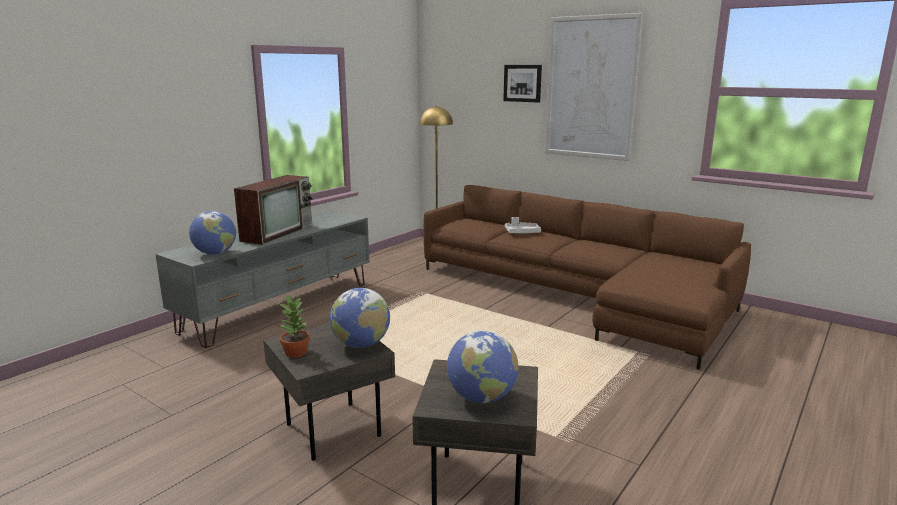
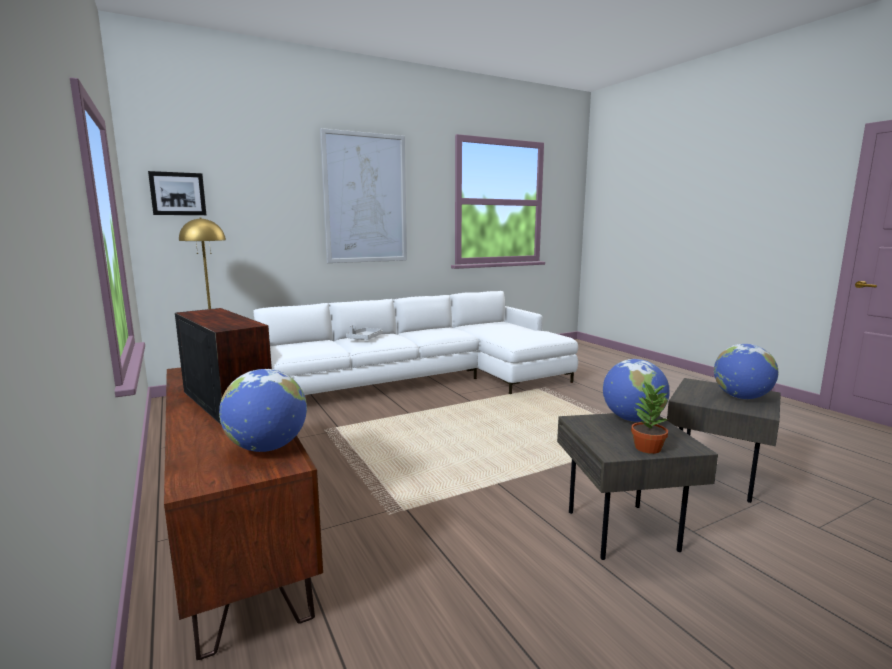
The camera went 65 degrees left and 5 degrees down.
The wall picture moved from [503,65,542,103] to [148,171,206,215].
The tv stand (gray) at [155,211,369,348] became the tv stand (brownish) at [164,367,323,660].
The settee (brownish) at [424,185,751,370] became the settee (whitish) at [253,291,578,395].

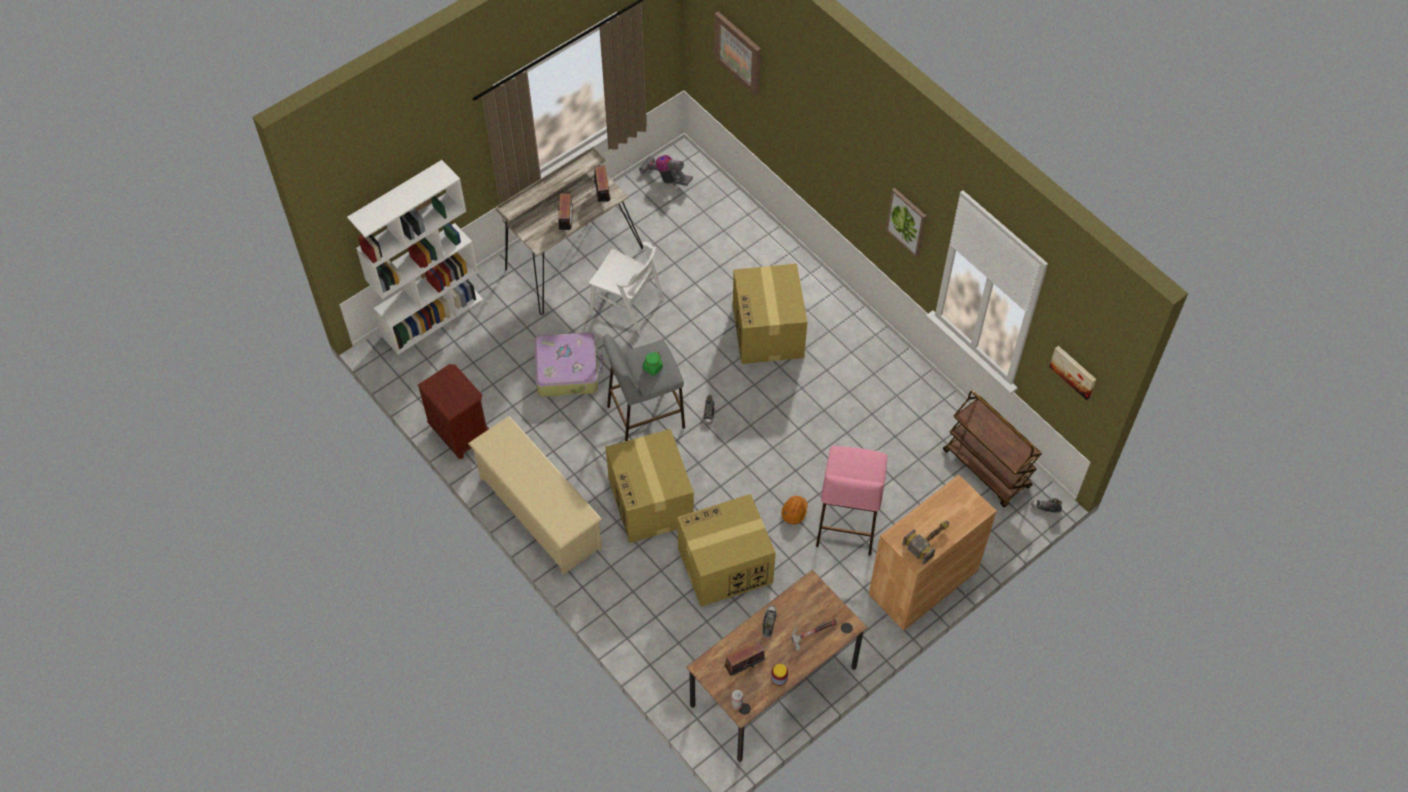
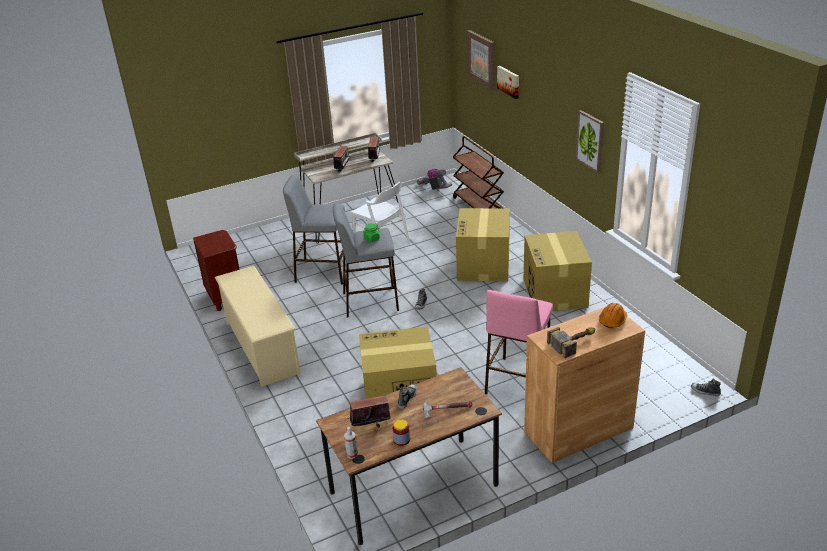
The camera went 15 degrees right and 25 degrees down.
The travel case at [534,332,603,397] was replaced by the stool (gray) at [283,174,345,285].
The cart (brownish) moved from [943,391,1042,507] to [453,136,504,209].
The wall picture moved from [1049,346,1096,400] to [497,66,519,99].
The cardboard box moved from [606,429,694,543] to [524,231,592,311].
The work helmet (orangey) moved from [781,496,808,525] to [599,303,627,328].
The shelving unit (whitish) at [347,160,483,355] disappeared.

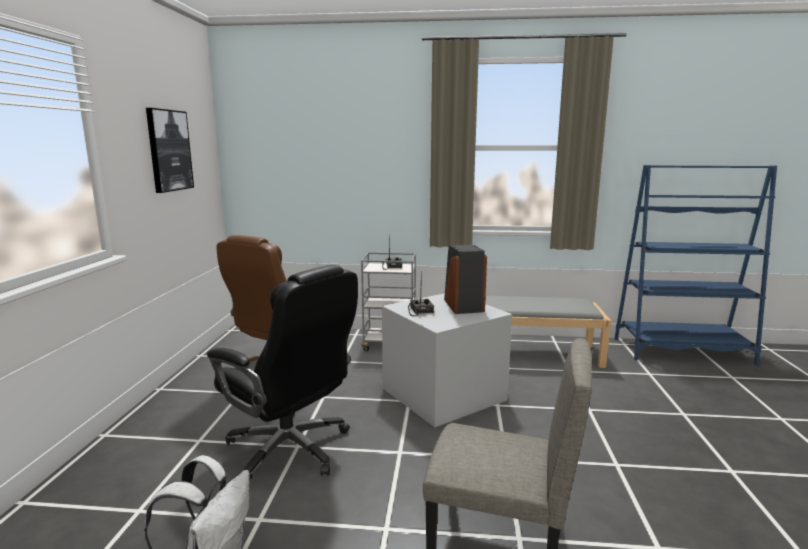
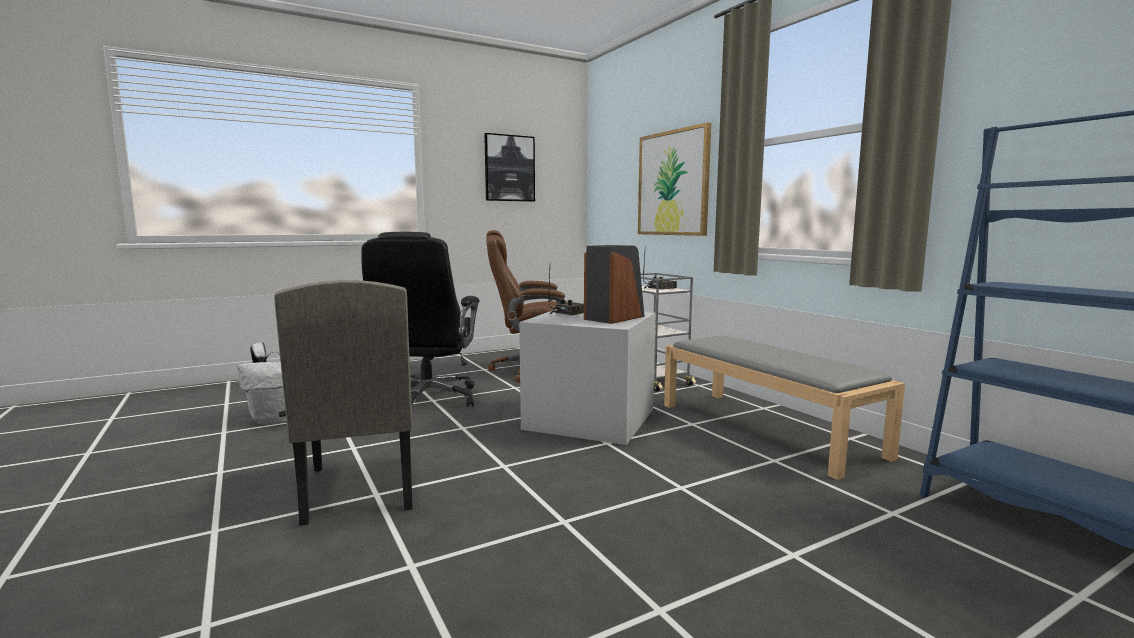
The camera went 55 degrees right and 5 degrees down.
The wall picture at [638,122,711,236] appeared.

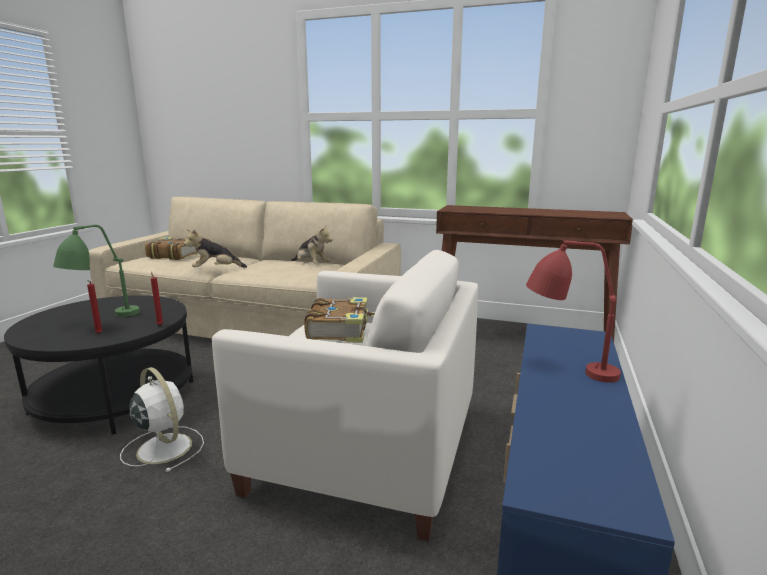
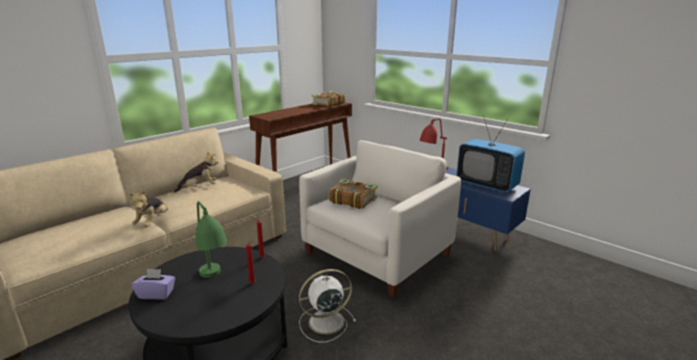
The camera went 65 degrees left and 5 degrees up.
The tissue box (purple-coloured) at [131,269,175,300] appeared.
The book moved from [145,237,198,260] to [312,91,345,107].
The television at [456,115,525,192] appeared.

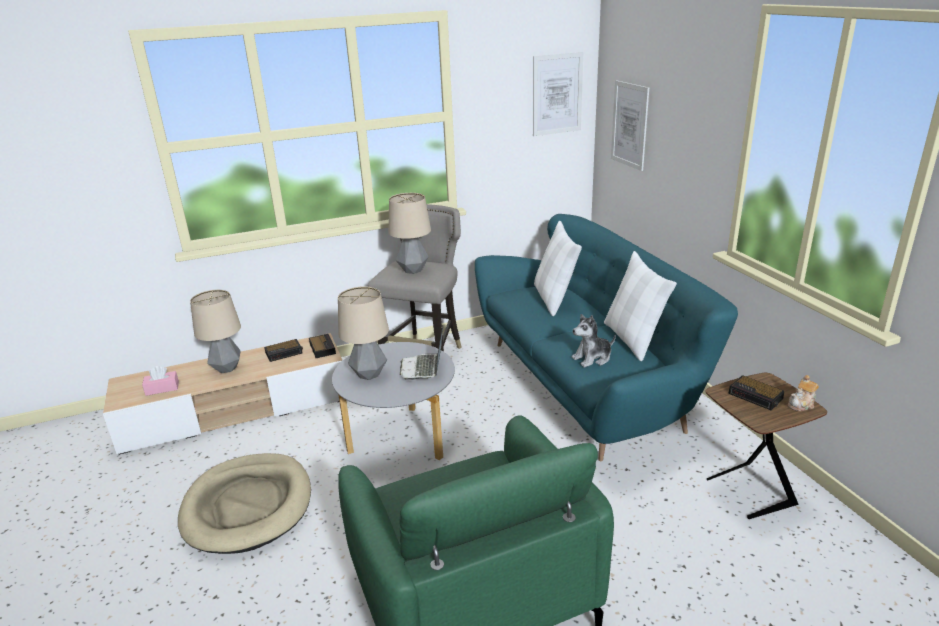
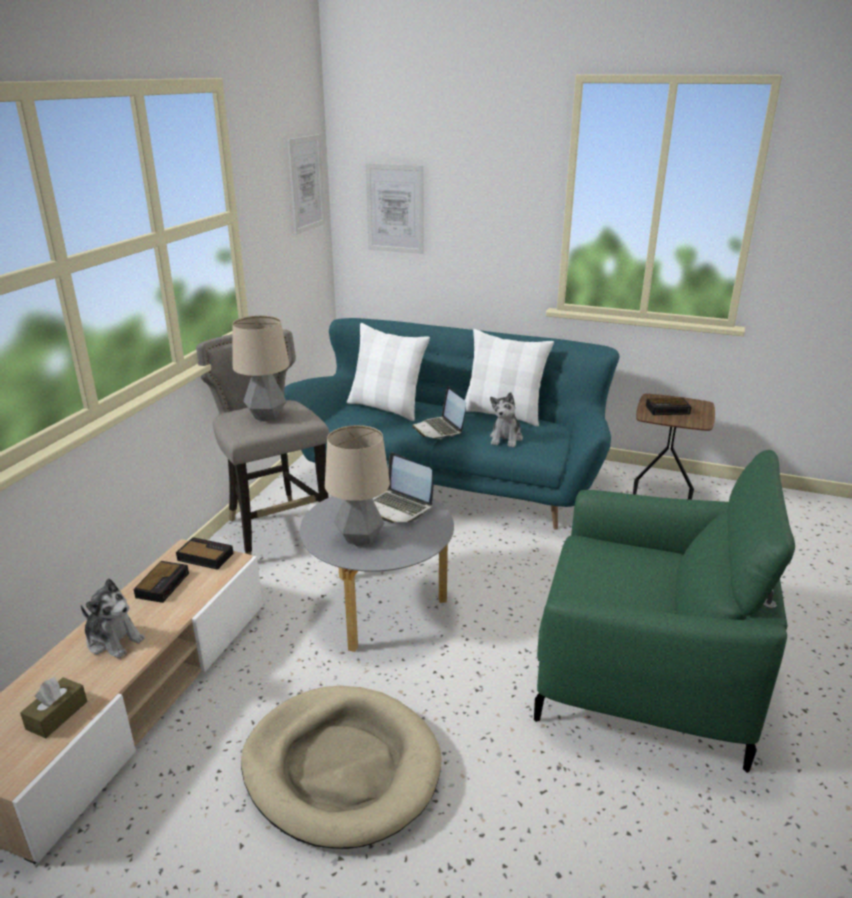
The camera went 50 degrees left and 0 degrees up.
The tissue box (pinkish) at [142,366,179,396] became the tissue box (brownish) at [20,677,87,738].
The tabletop lamp at [190,290,241,373] was replaced by the soft toy at [80,578,145,659].
The notebook computer at [412,386,466,439] appeared.
The teapot at [788,375,819,411] disappeared.

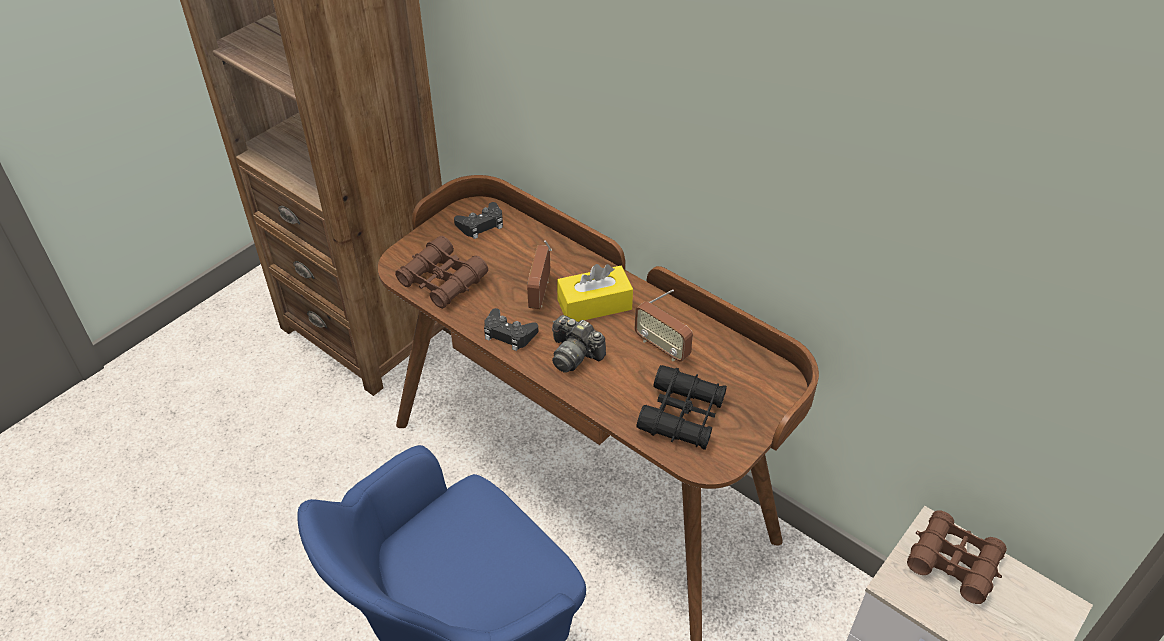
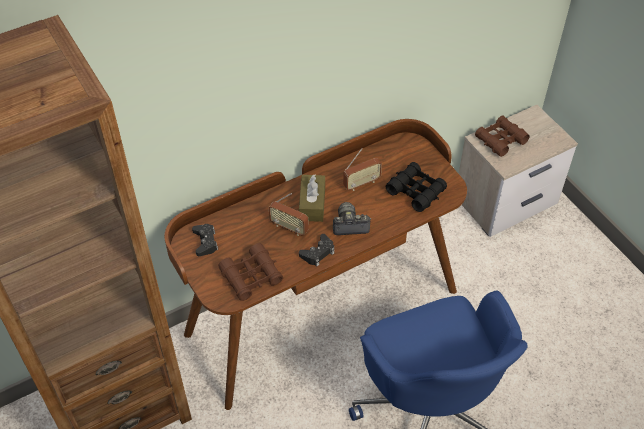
The camera went 70 degrees left and 5 degrees up.
The tissue box (yellow-coloured) at [557,264,633,322] became the tissue box (brownish) at [299,174,325,222].
The photo camera at [552,315,606,373] turned 150 degrees counterclockwise.

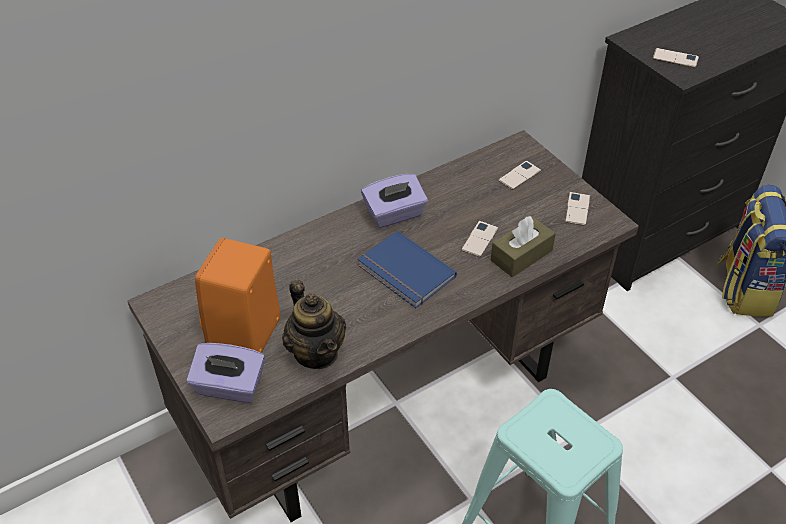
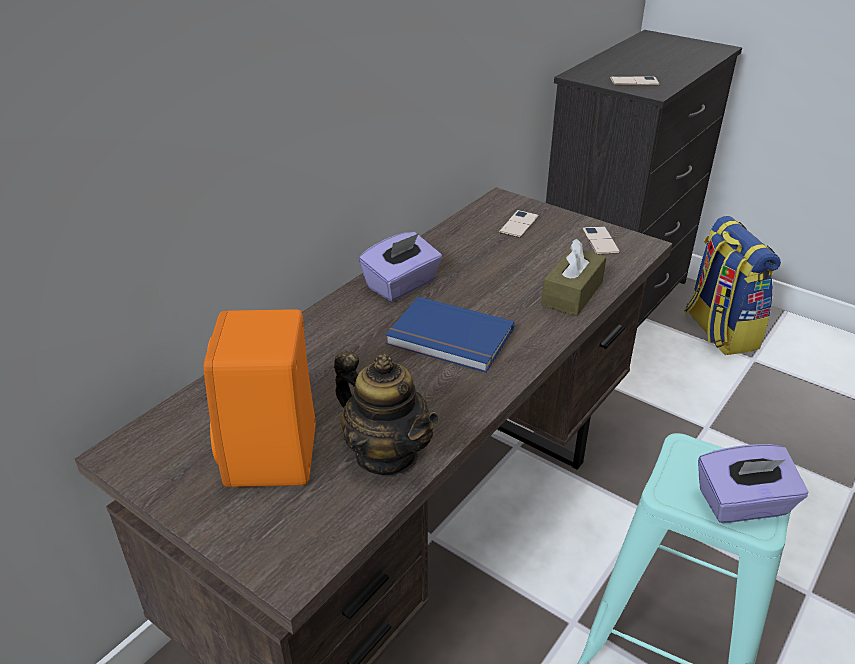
The camera went 20 degrees left and 10 degrees down.
The tissue box (purple-coloured) moved from [187,343,265,403] to [698,444,808,523].
The telephone at [461,221,498,257] disappeared.

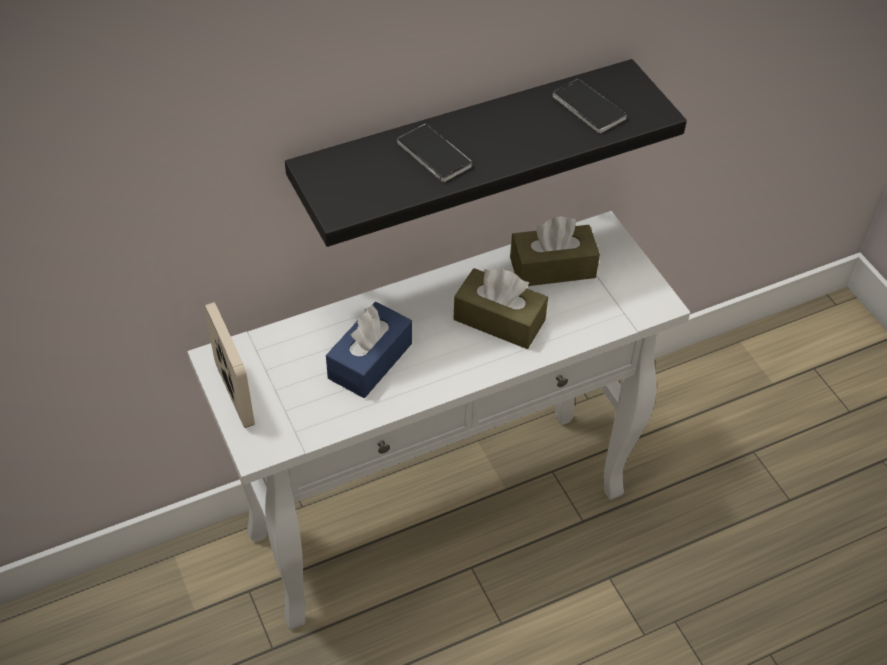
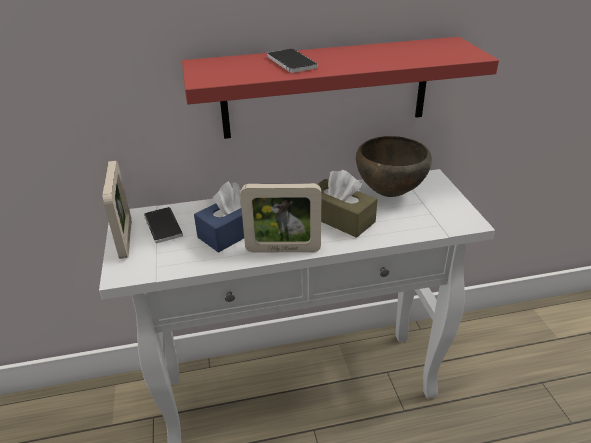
The camera went 15 degrees right and 15 degrees down.
The telephone moved from [553,79,627,133] to [144,207,183,243].
The shelf (black) at [285,59,687,247] became the shelf (red) at [182,37,499,139].
The standing frame at [240,183,321,253] appeared.
The tissue box (brownish) at [510,216,600,286] was replaced by the deep dish (brownish) at [356,136,432,197].

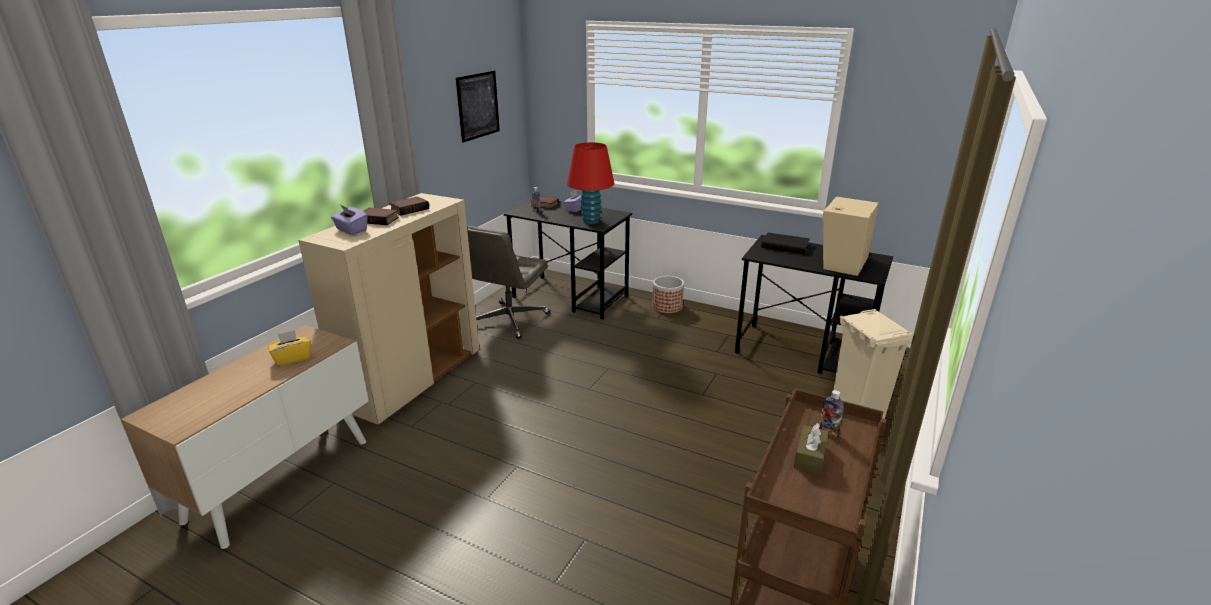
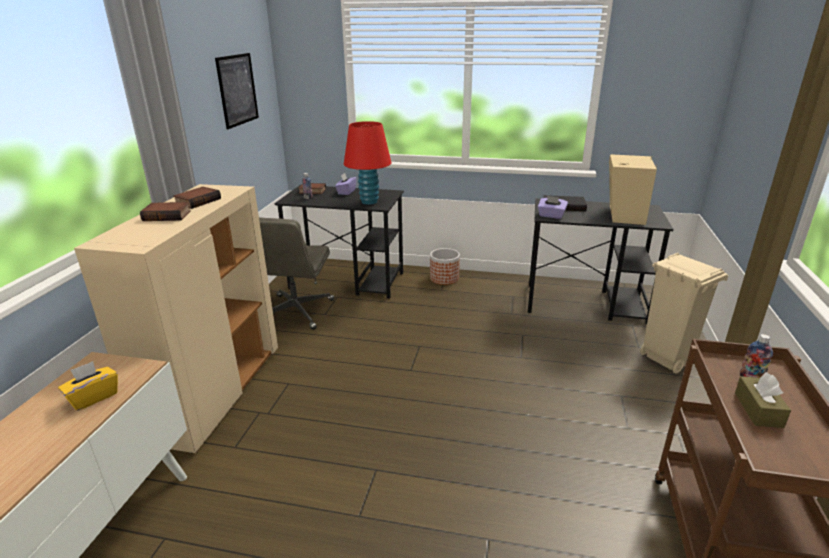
The camera went 15 degrees left and 0 degrees up.
The tissue box (purple-coloured) moved from [331,205,367,235] to [538,196,568,219].

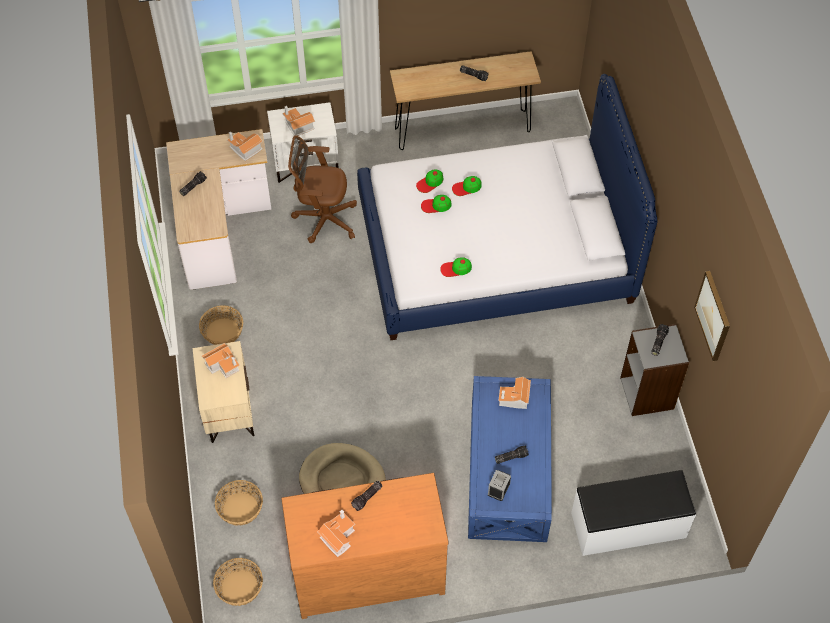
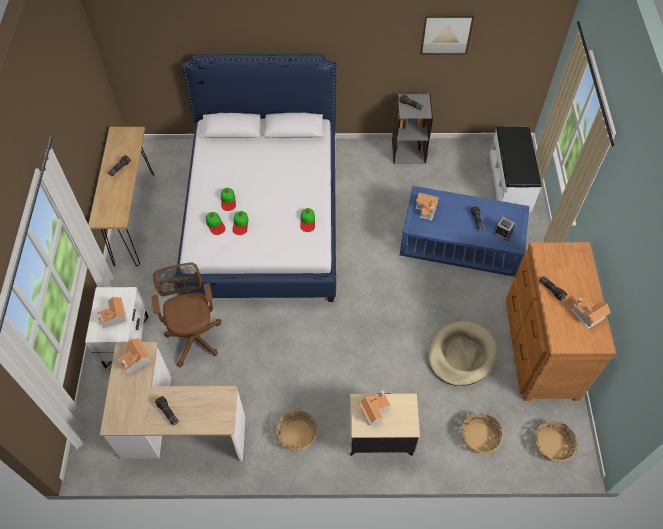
The camera went 80 degrees left and 0 degrees up.
The computer chair (brownish) at [288,135,357,243] turned 150 degrees clockwise.

